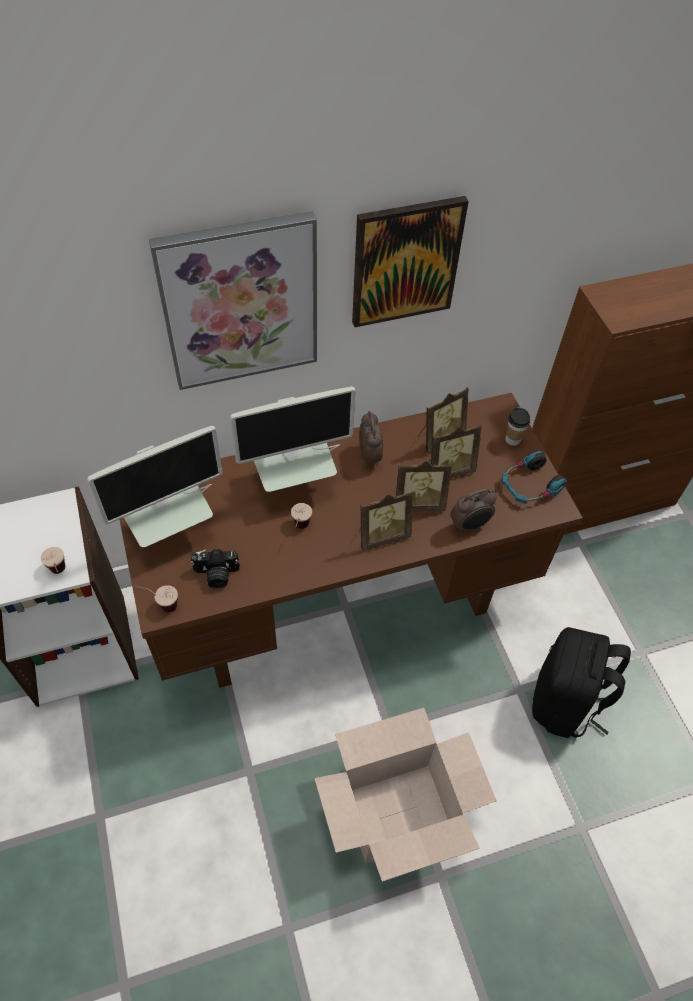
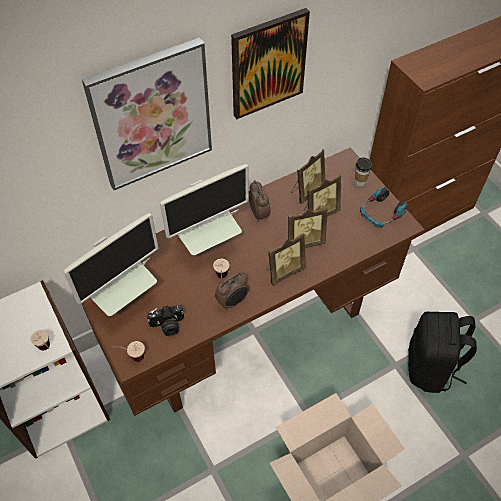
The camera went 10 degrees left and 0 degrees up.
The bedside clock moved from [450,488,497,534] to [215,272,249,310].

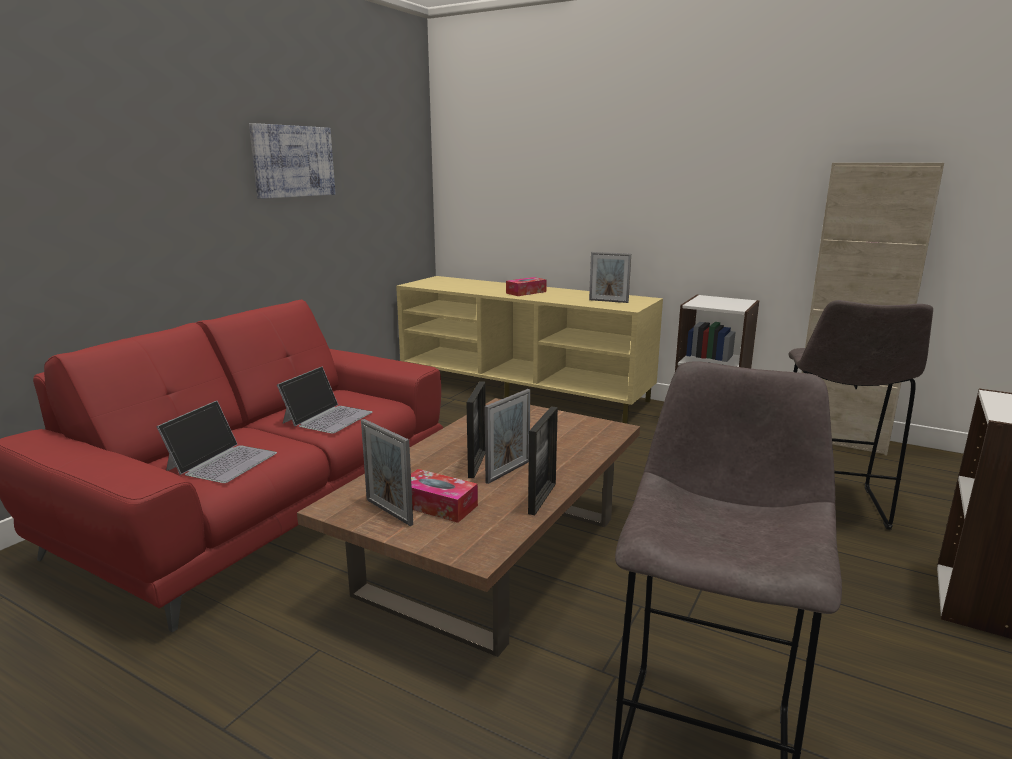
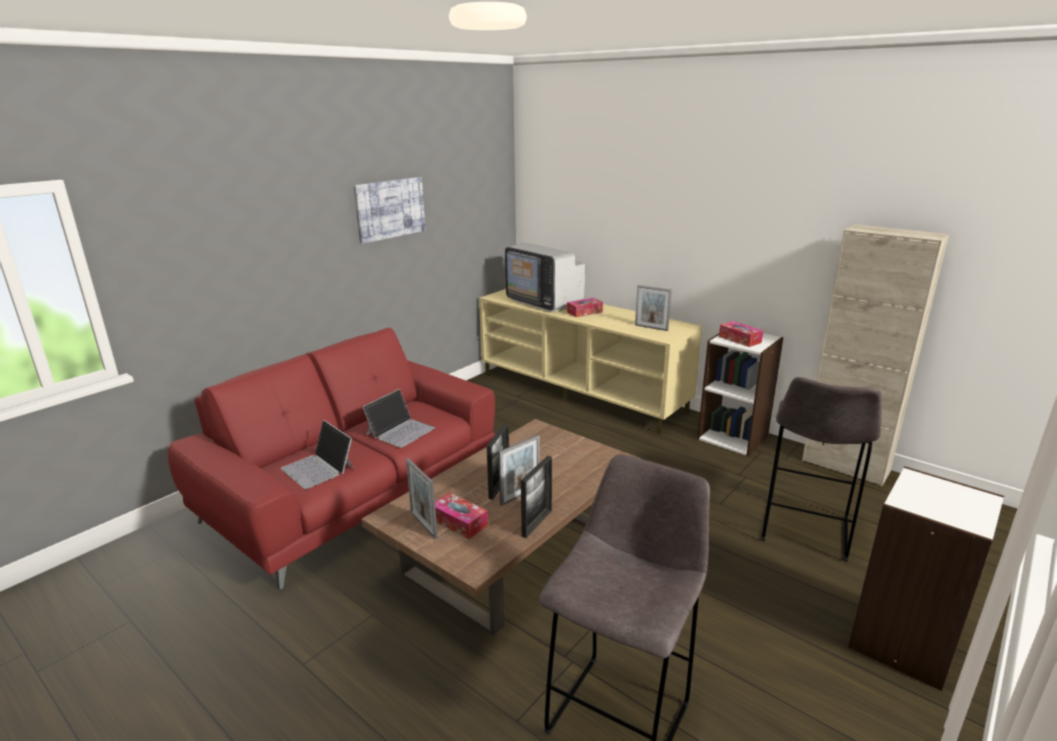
The camera went 10 degrees right and 5 degrees up.
The notebook computer at [156,401,277,483] turned 105 degrees clockwise.
The television at [505,243,585,312] appeared.
The tissue box at [719,321,763,347] appeared.

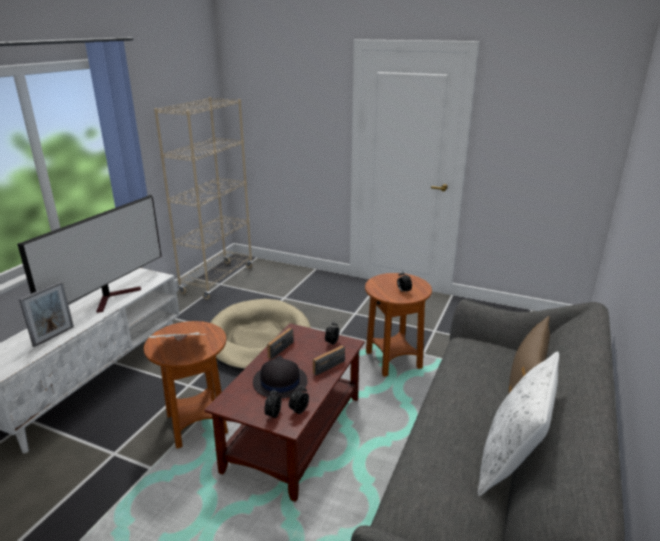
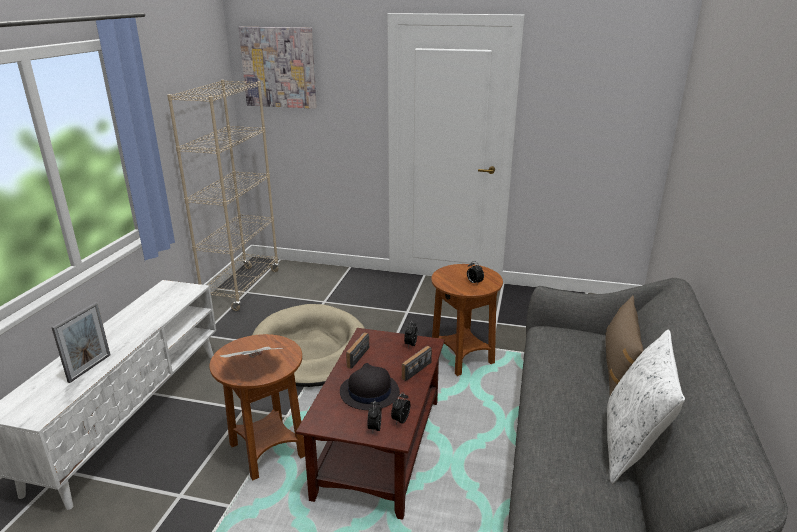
The camera went 10 degrees left and 0 degrees up.
The wall picture at [238,27,317,109] appeared.
The television at [17,195,162,313] disappeared.

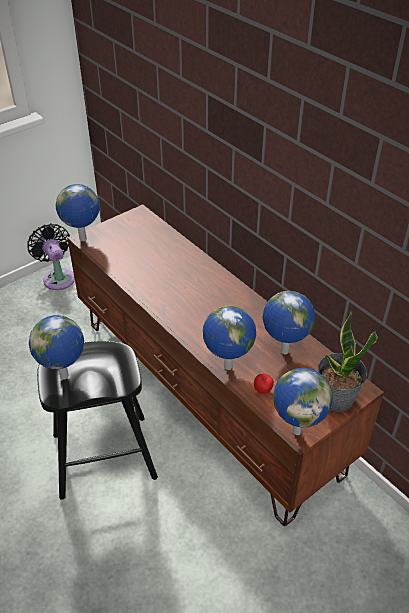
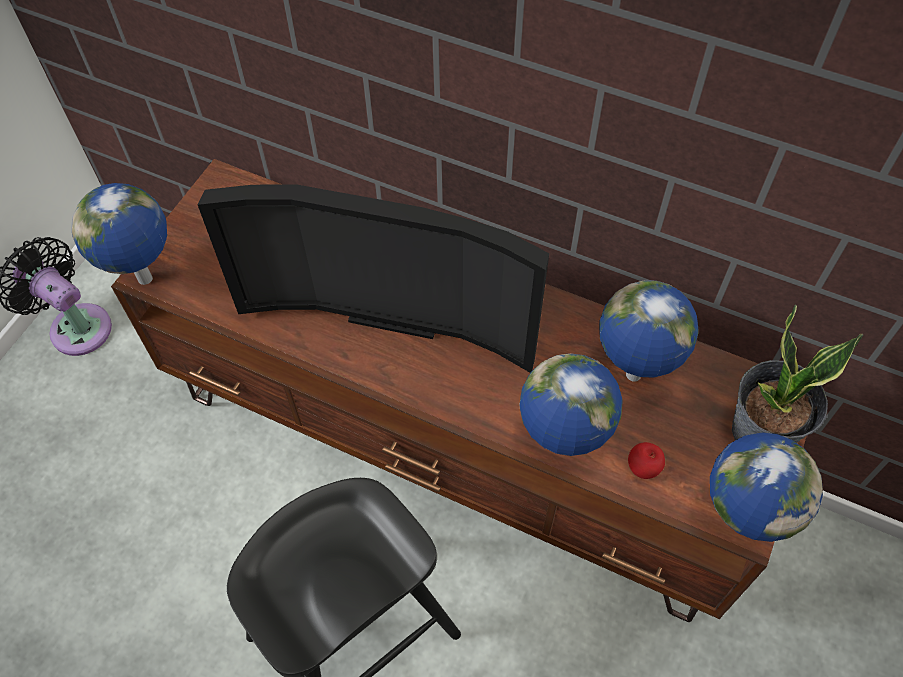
The camera went 25 degrees left and 15 degrees up.
The television at [198,184,549,373] appeared.
The globe at [29,315,84,380] disappeared.

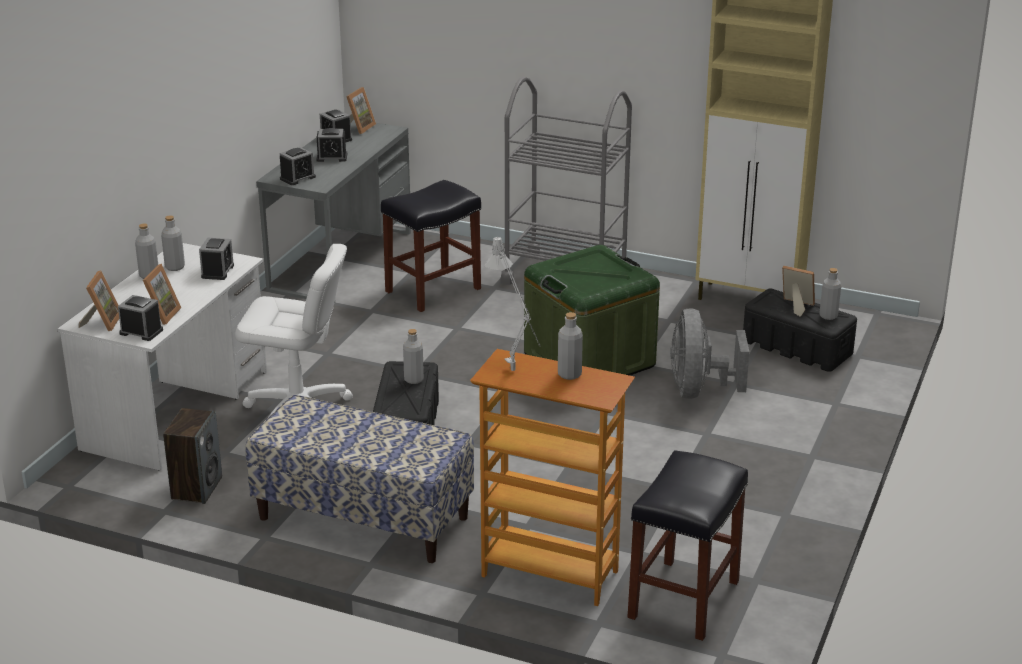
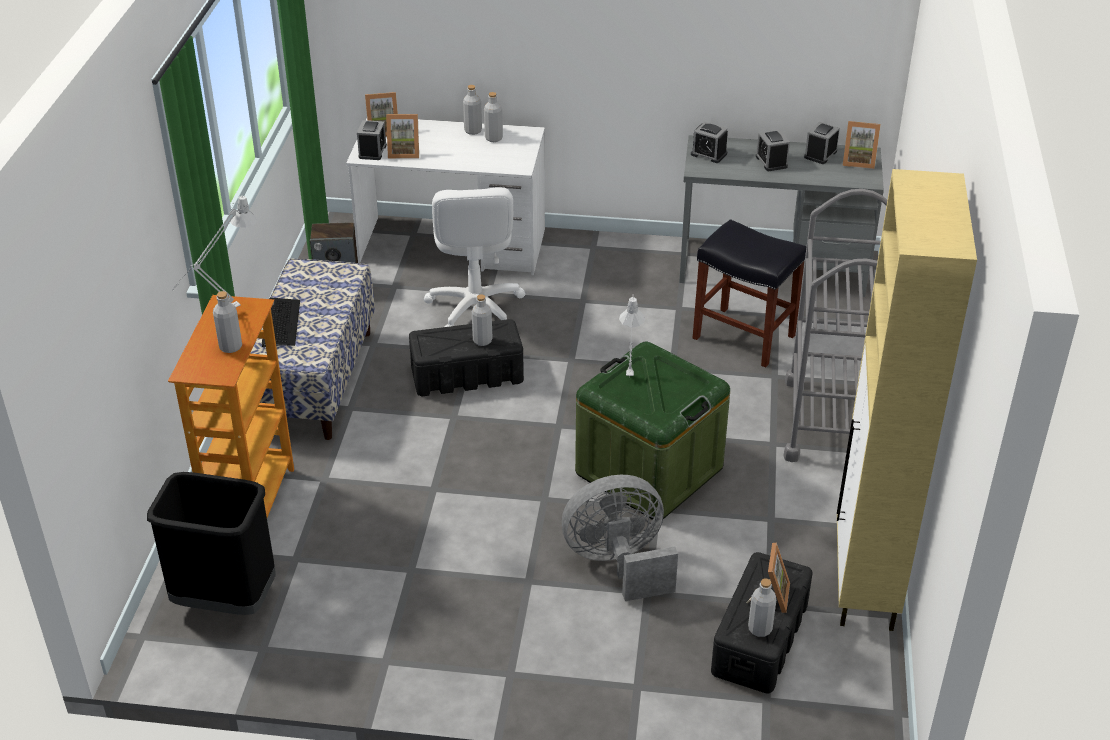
The camera went 75 degrees right and 10 degrees up.
The stool (black) at [627,450,748,641] was replaced by the waste bin (black) at [147,472,276,615].
The computer keyboard at [262,298,300,347] appeared.
The tabletop lamp (gray) at [619,297,645,376] appeared.
The bedside clock at [199,238,234,280] disappeared.

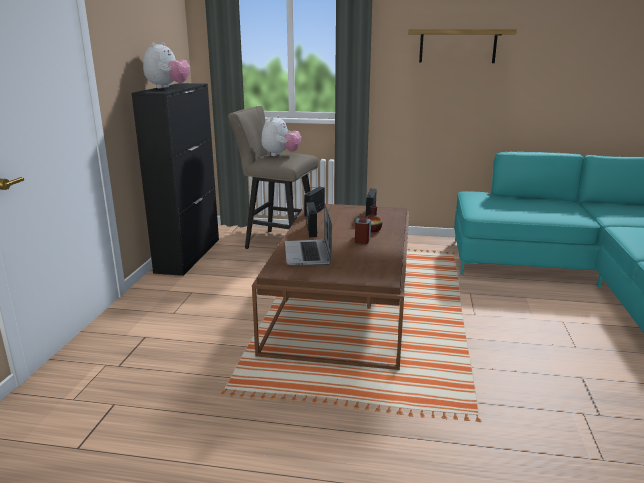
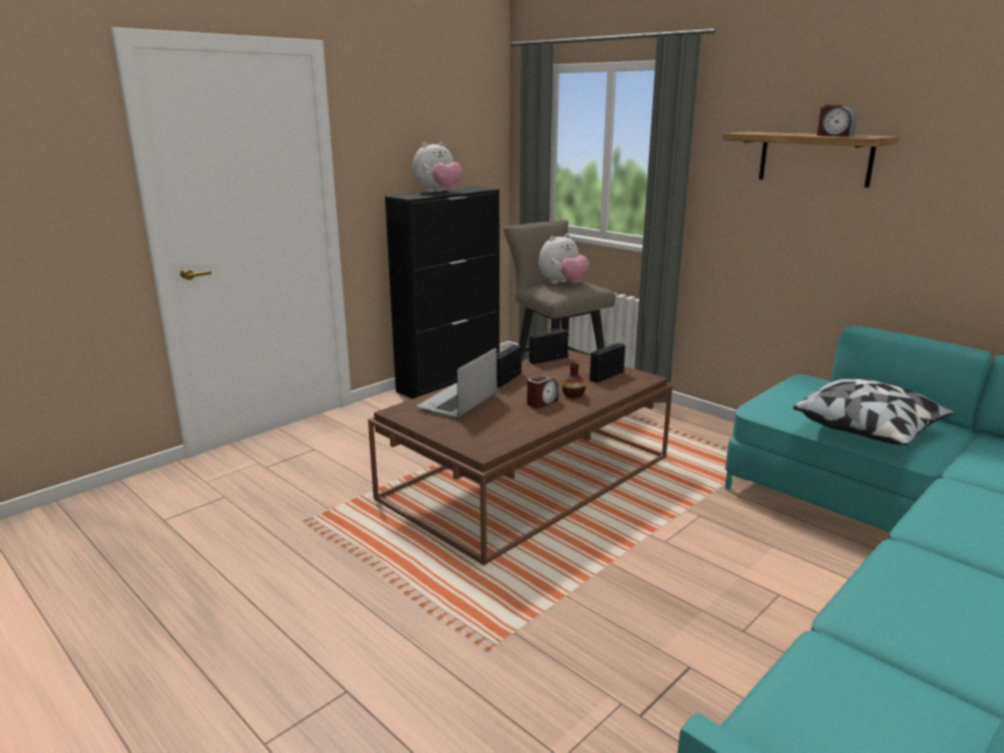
The camera went 35 degrees right and 0 degrees up.
The pillow at [793,378,954,446] appeared.
The bedside clock at [817,105,856,137] appeared.

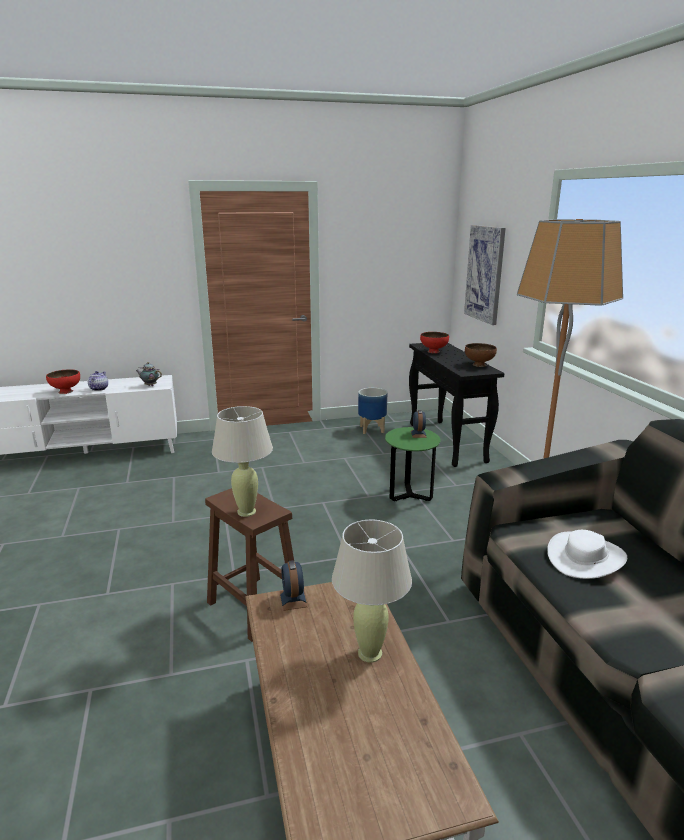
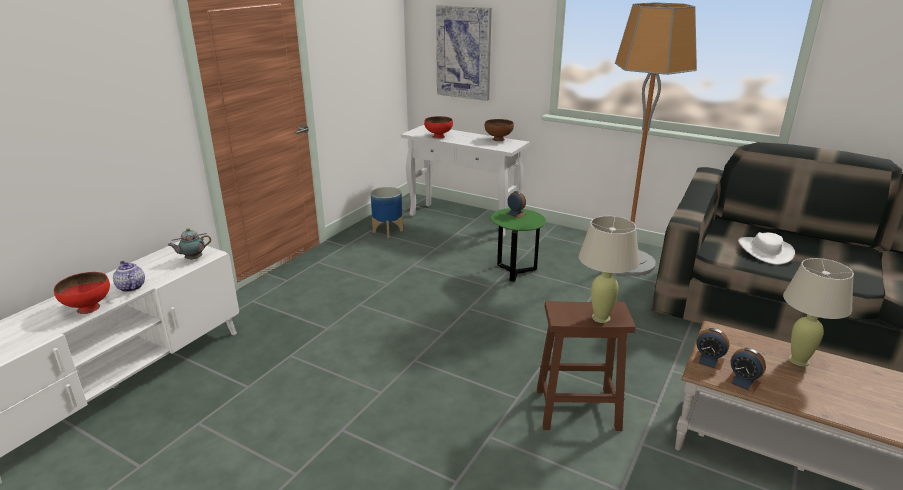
The camera went 45 degrees left and 5 degrees up.
The console table (black) at [409,343,504,467] became the console table (whitish) at [401,125,530,237].
The bedside clock at [726,348,766,393] appeared.

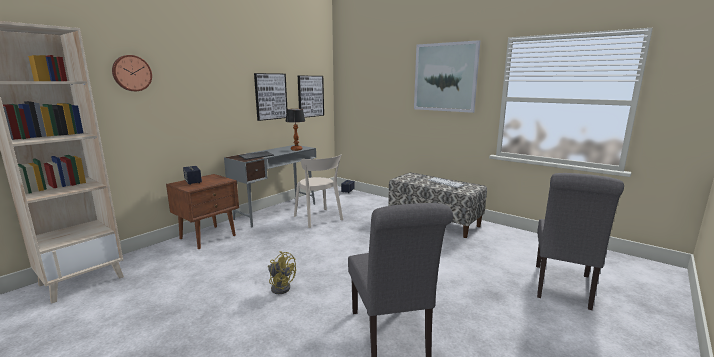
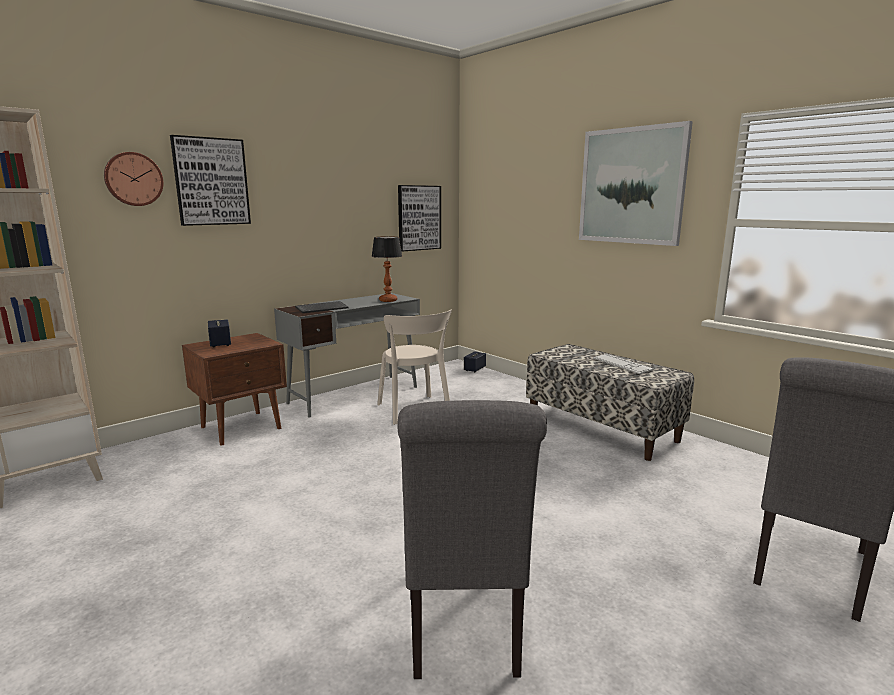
The camera went 10 degrees right and 0 degrees up.
The wall picture moved from [254,73,287,121] to [170,135,251,226].
The cooling fan (yellow-coloured) at [268,251,296,294] disappeared.

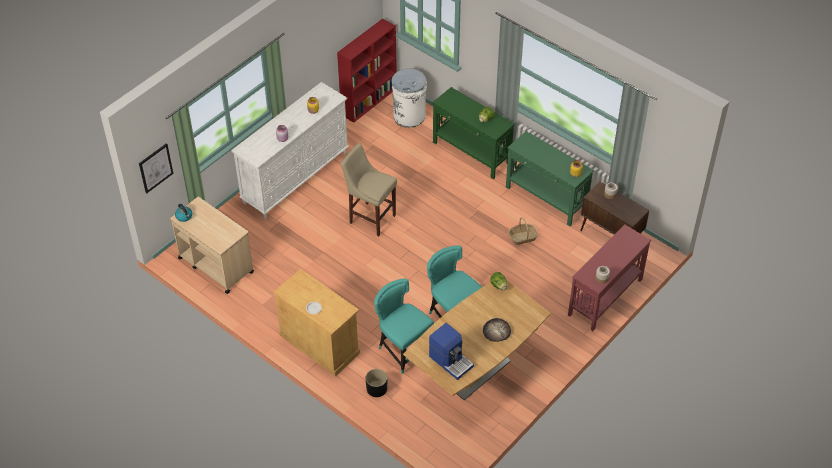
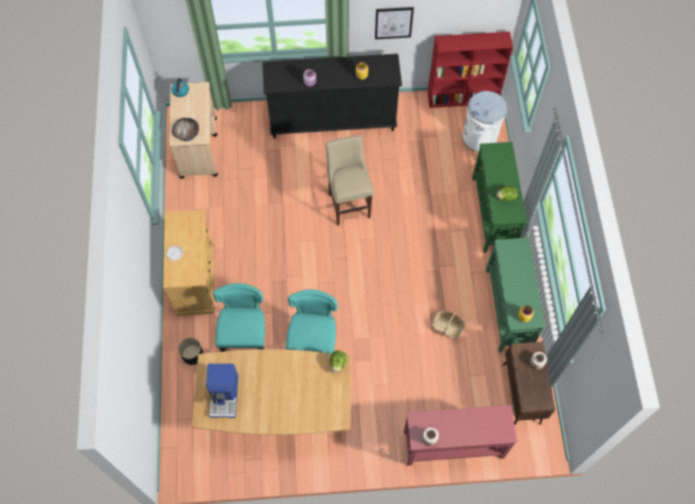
The camera went 45 degrees right and 15 degrees up.
The baked bread moved from [483,318,511,342] to [172,118,199,141].
The drawer chest (whitish) at [232,82,349,219] became the drawer chest (black) at [262,54,402,138].
The wall picture moved from [139,143,173,193] to [375,7,414,39].

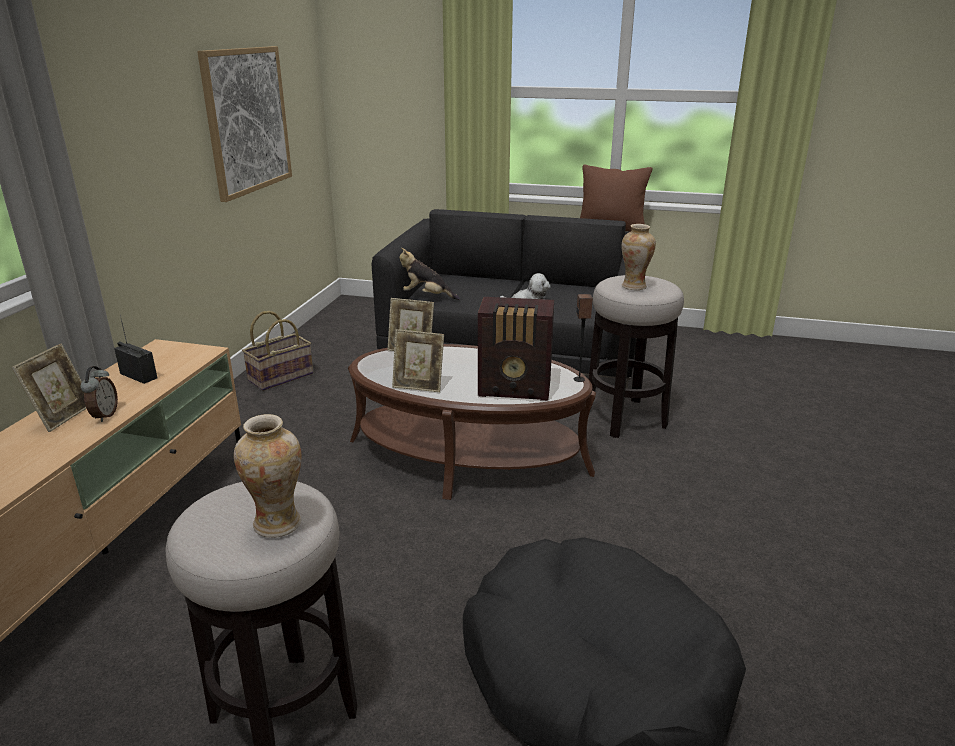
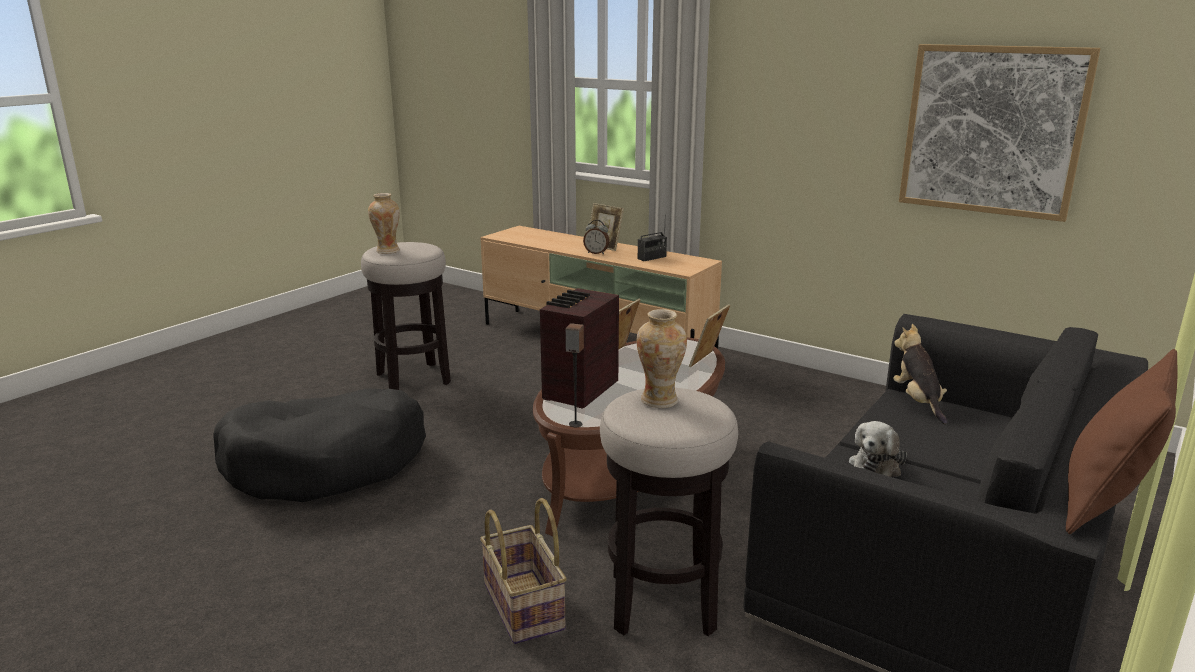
The camera went 110 degrees right and 5 degrees down.
The storage basket moved from [242,311,313,391] to [480,498,567,644].
The soft toy at [400,248,460,300] turned 45 degrees counterclockwise.

